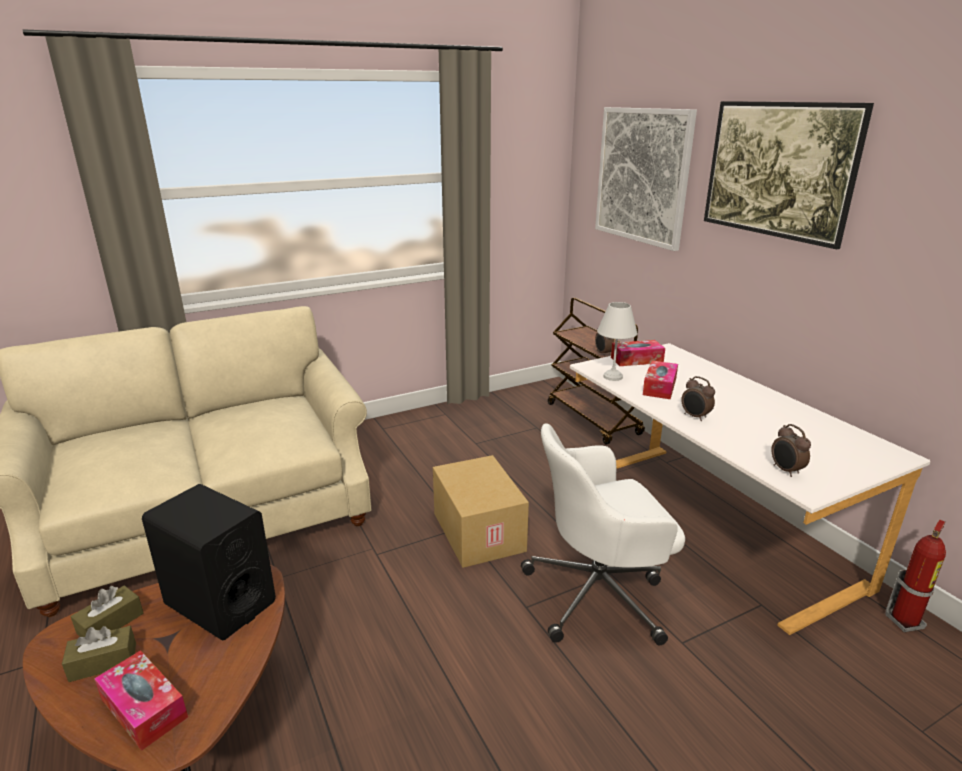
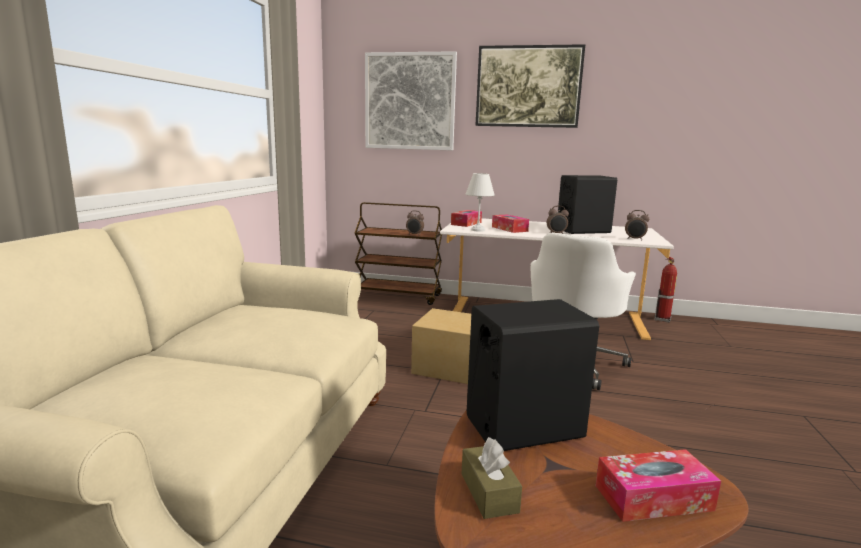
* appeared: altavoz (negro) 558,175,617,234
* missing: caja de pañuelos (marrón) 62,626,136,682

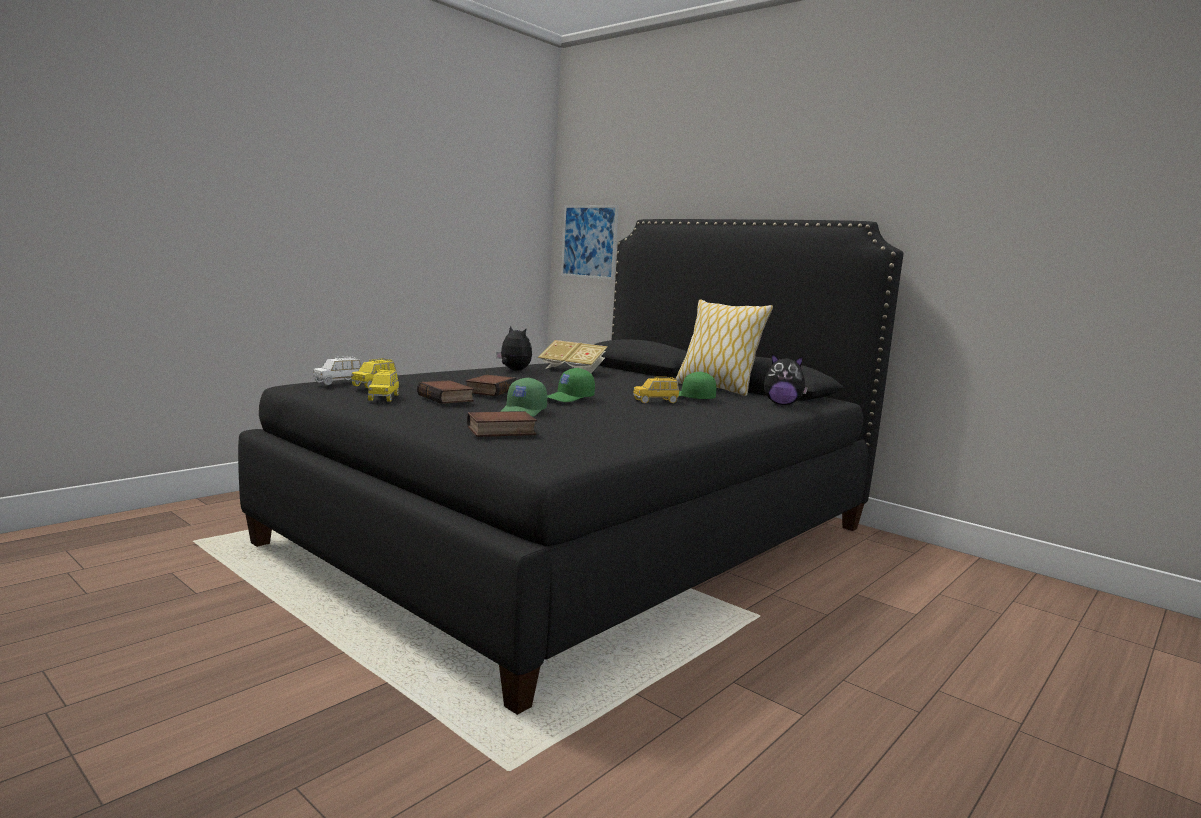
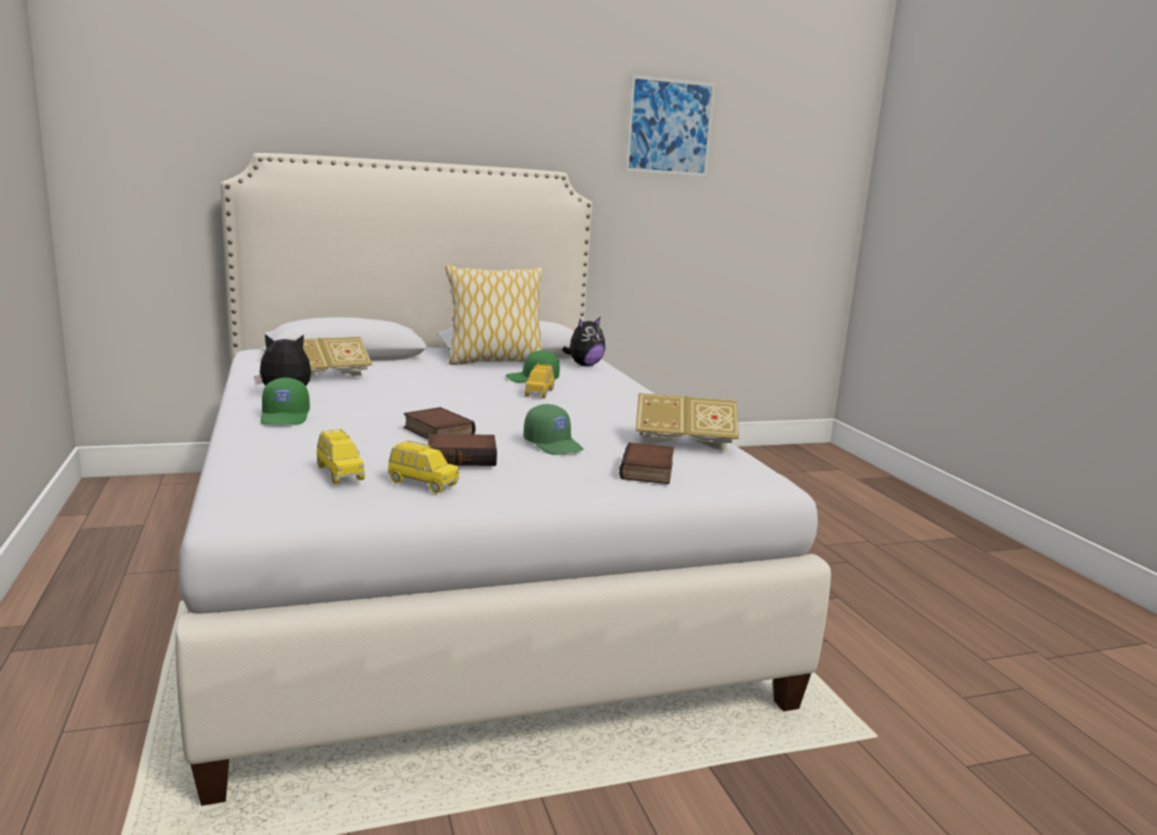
* colour: cama (negro) 238,219,903,715 to cama (blanco) 175,153,831,806
* relocated: gorra (verde) 547,368,595,402 to 261,377,310,424
* relocated: cuadro 561,205,619,280 to 625,75,715,176
* appeared: libro 636,393,739,452
* missing: coche de juguete (blanco) 313,356,361,385

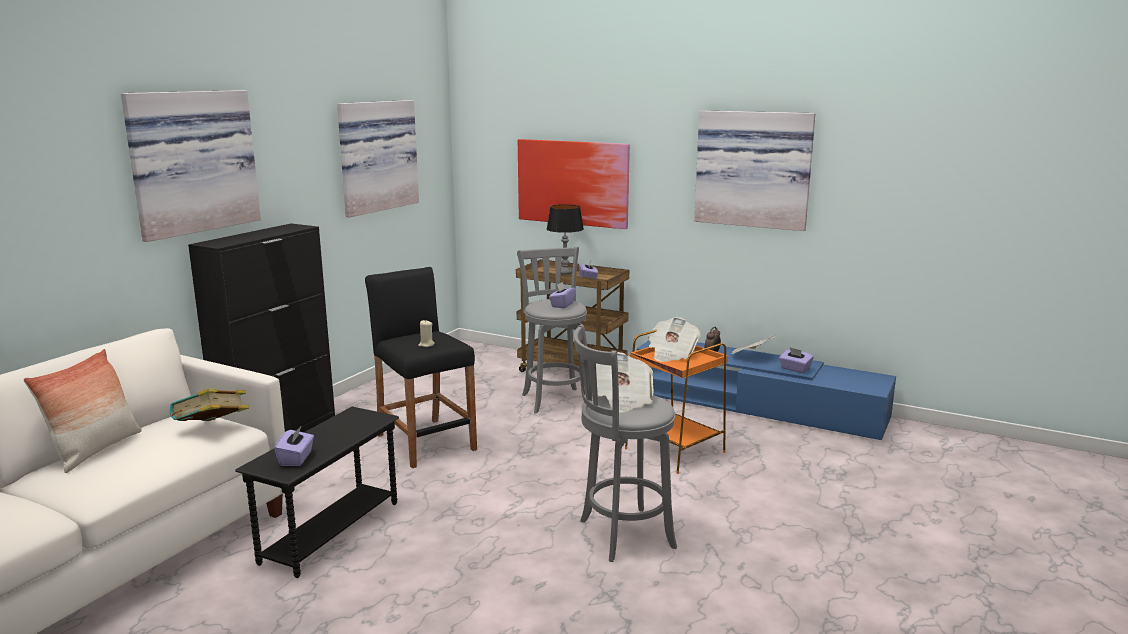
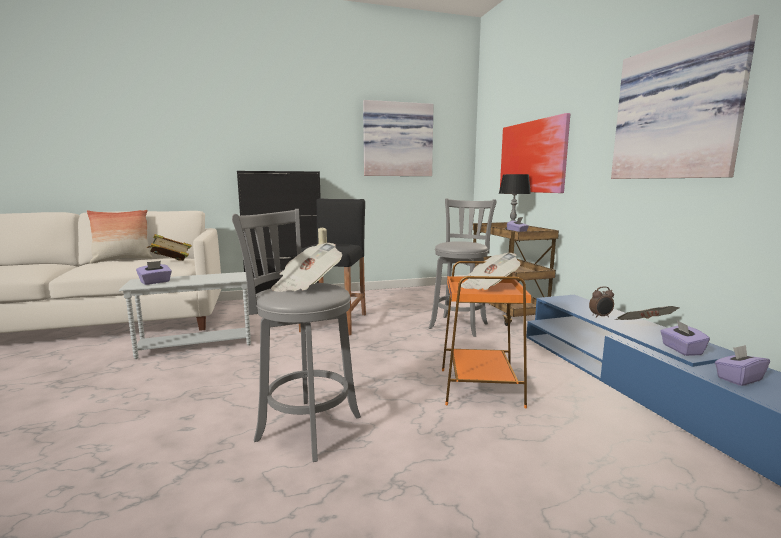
* colour: mesa auxiliar (negro) 235,406,399,578 to mesa auxiliar (blanco) 119,272,251,359
* relocated: caja de pañuelos (morado) 549,282,576,308 to 715,345,770,386
* missing: cuadro 121,90,261,242

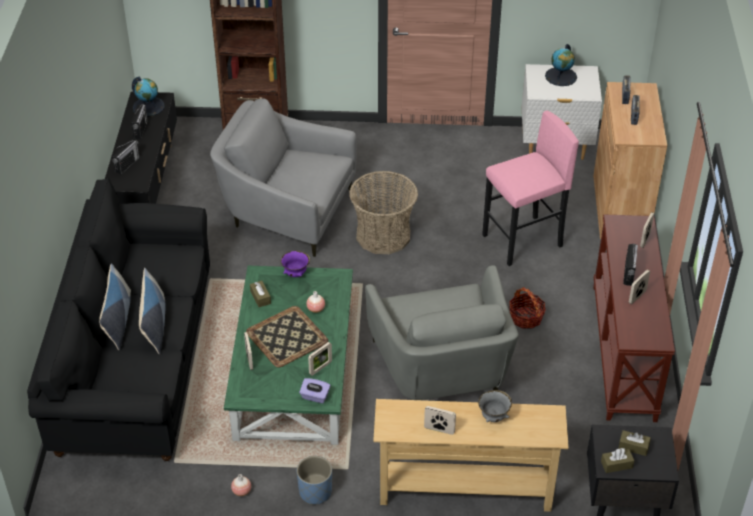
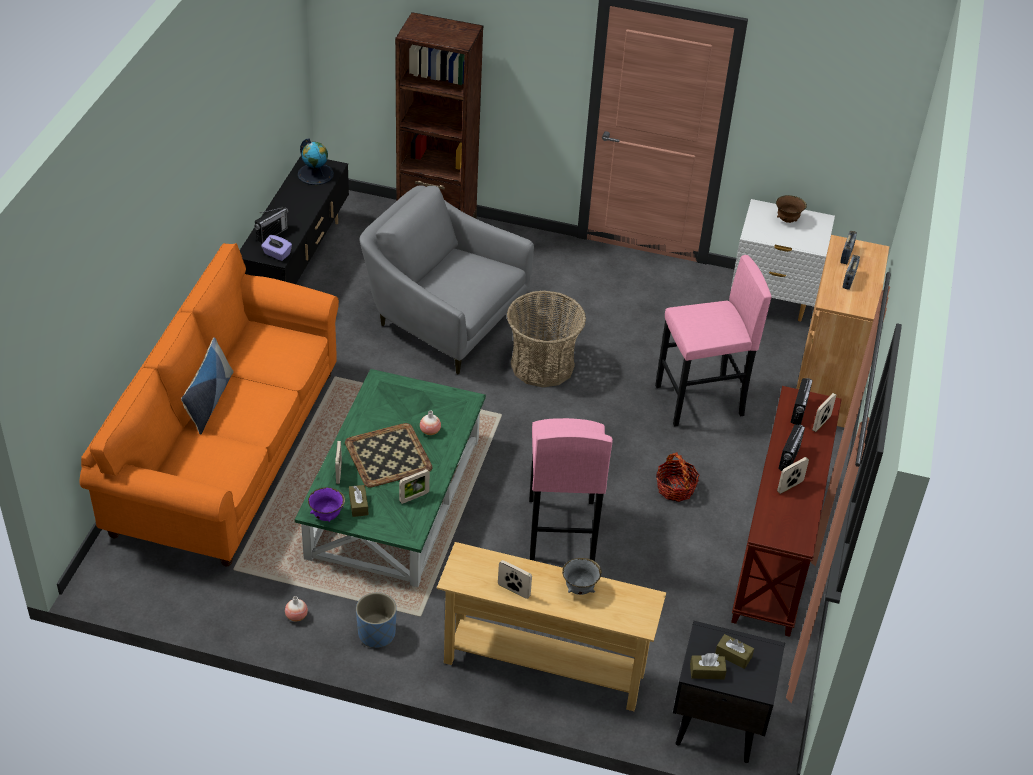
* colour: sofá (negro) 27,178,210,461 to sofá (naranja) 80,243,339,567
* relocated: caja de pañuelos (morado) 299,378,330,403 to 261,235,292,261
* relocated: cuenco (morado) 281,251,310,277 to 308,487,345,522
* relocated: caja de pañuelos (marrón) 250,281,271,307 to 349,485,368,517
* exchanged: sillón (gris) 365,265,519,400 to taburete (rosa) 529,418,613,561
* exchanged: globo terráqueo 545,44,577,86 to cuenco (marrón) 776,195,807,223
* relocated: radio 131,104,148,139 to 791,378,813,425
* missing: cojín 139,268,166,354

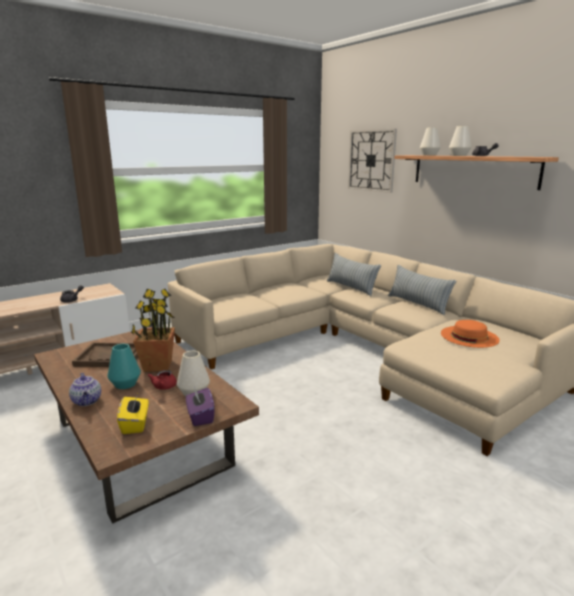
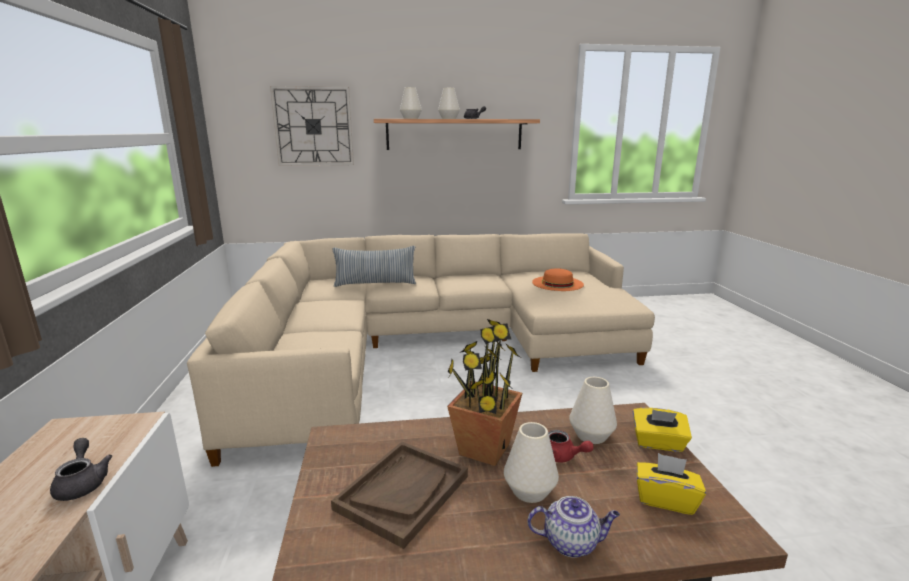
* colour: florero (turquesa) 107,344,141,389 to florero (blanco) 504,422,559,503
* colour: caja de pañuelos (morado) 186,387,215,426 to caja de pañuelos (amarillo) 633,408,692,452
* missing: cojín 388,265,457,315

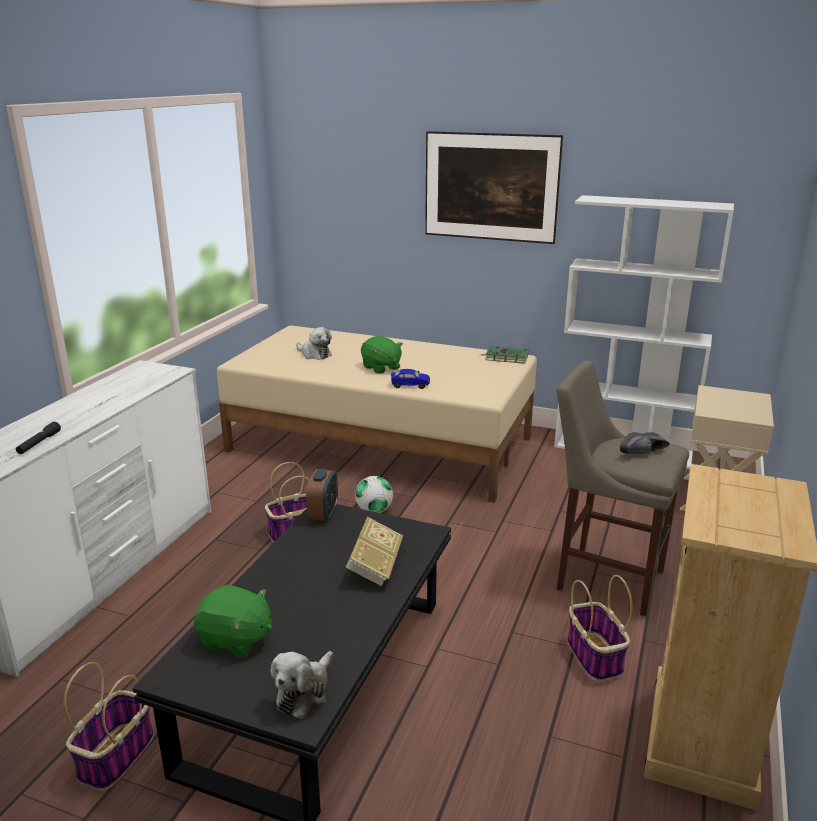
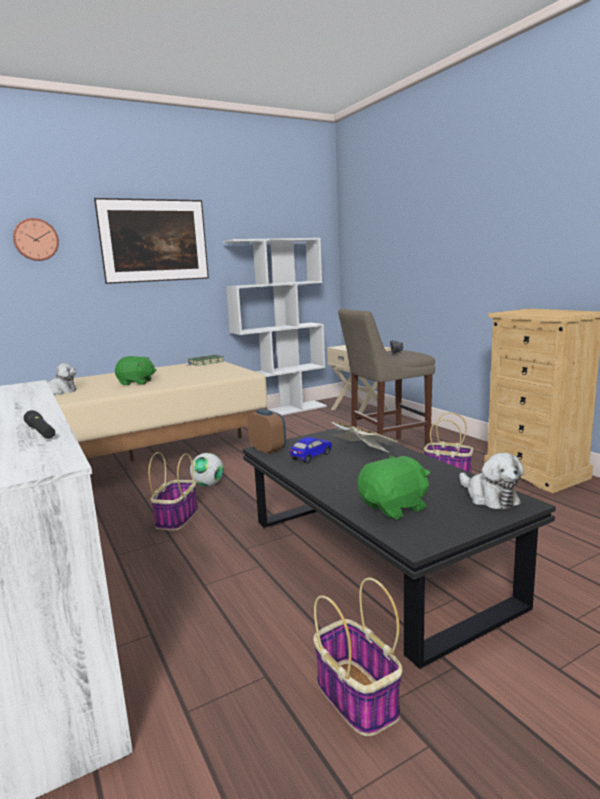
* appeared: reloj de pared 13,218,59,261
* relocated: coche de juguete 391,369,430,389 to 290,437,332,464

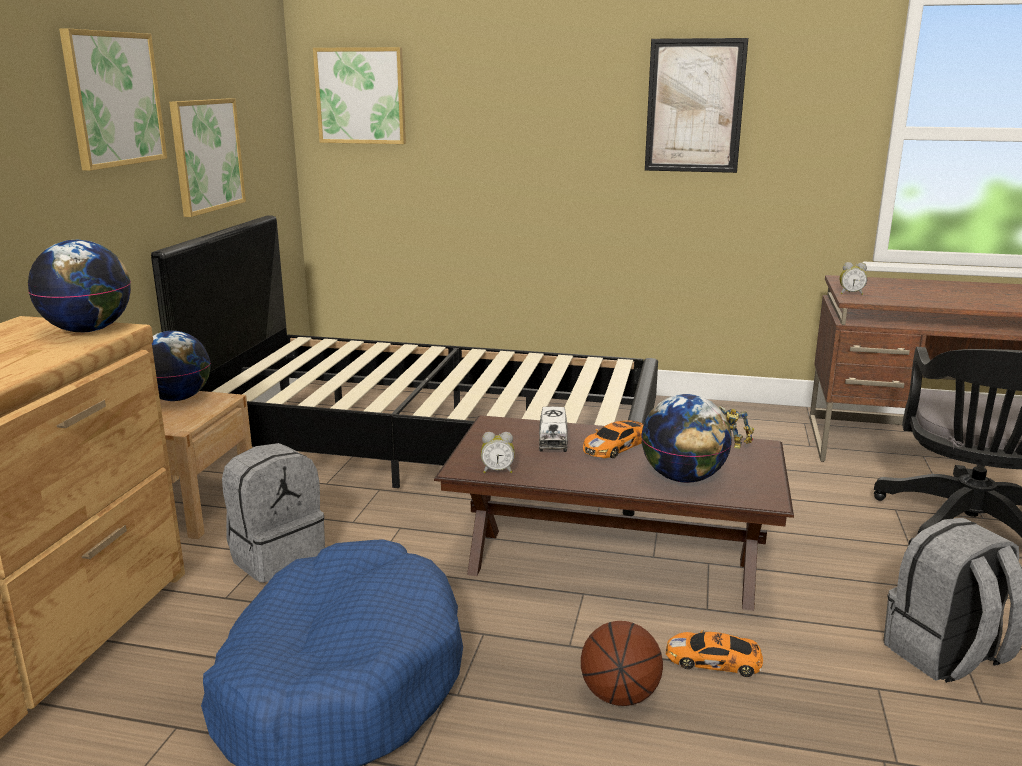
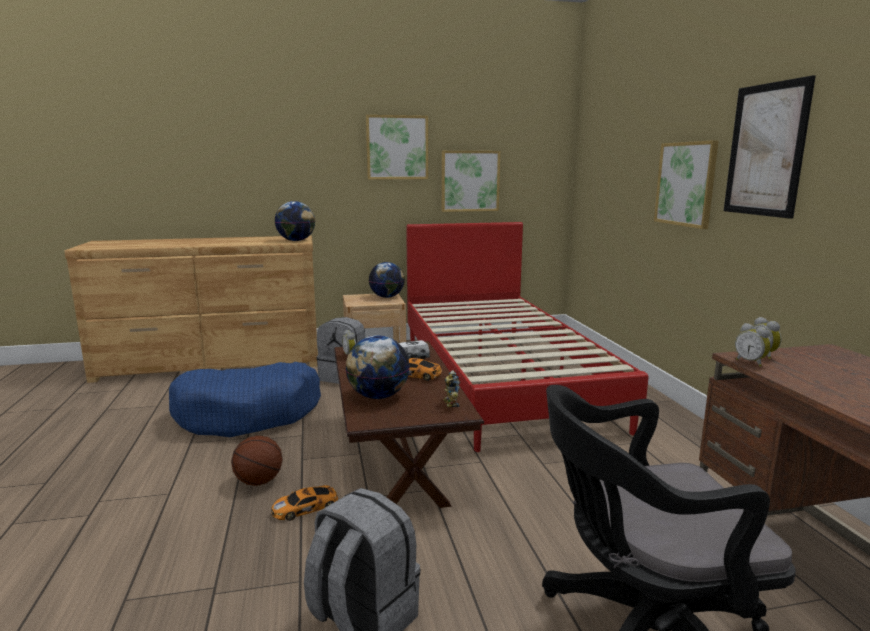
* spun: coche de juguete 666,630,763,677 = 271,485,338,521 105 degrees counterclockwise
* colour: cama (negro) 151,215,658,516 to cama (rojo) 406,222,649,452
* relocated: cuadro 313,47,406,144 to 654,140,719,229
* appeared: despertador 735,323,771,367

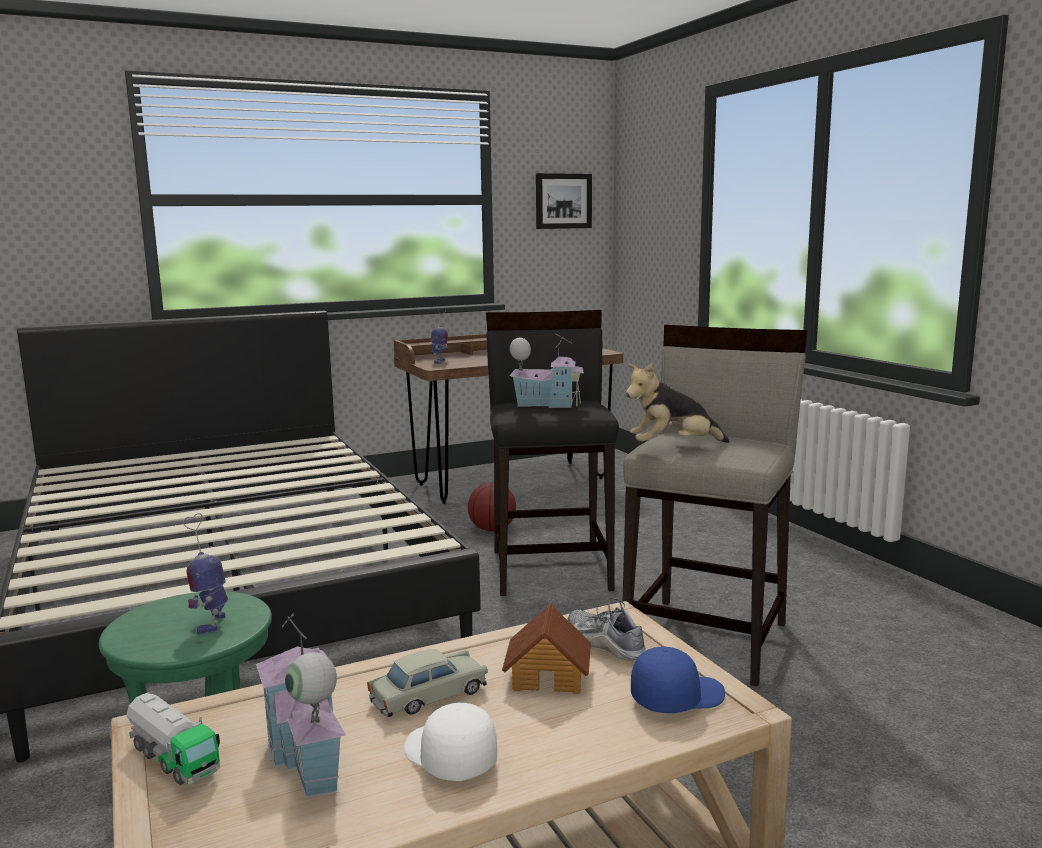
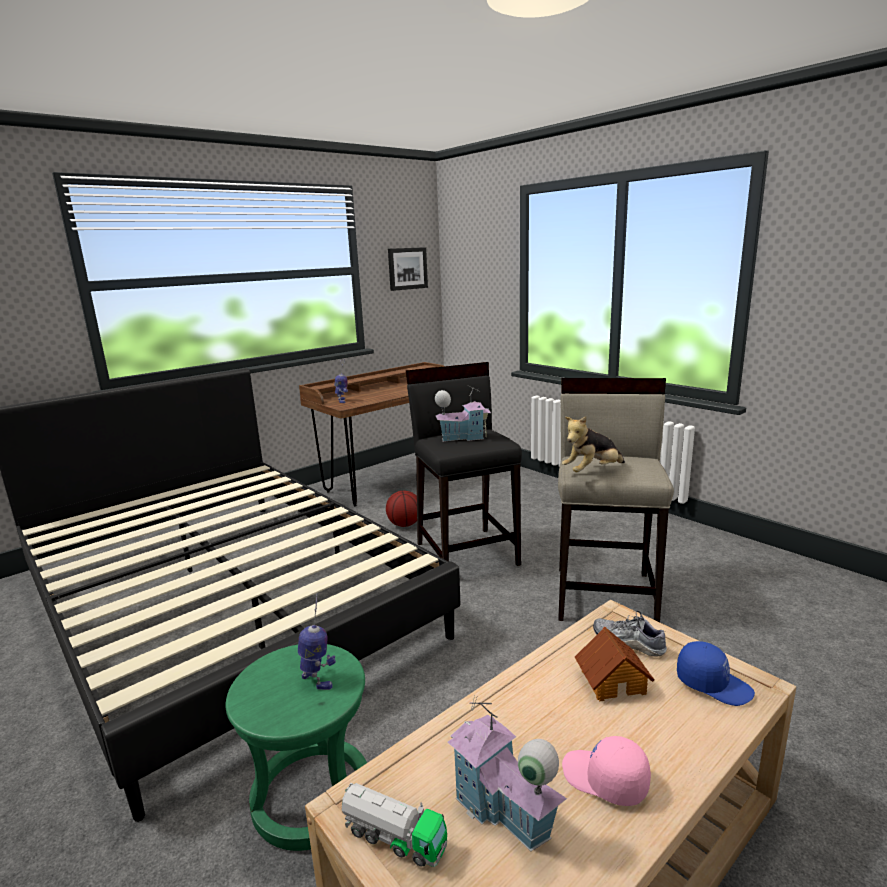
* spun: robot de juguete 183,513,228,634 = 298,594,336,690 150 degrees clockwise
* colour: gorra (blanco) 404,703,497,781 to gorra (rosa) 562,736,651,806
* spun: gorra (azul) 631,647,725,713 = 677,641,755,706 75 degrees clockwise
* missing: coche de juguete (beis) 367,649,488,717

